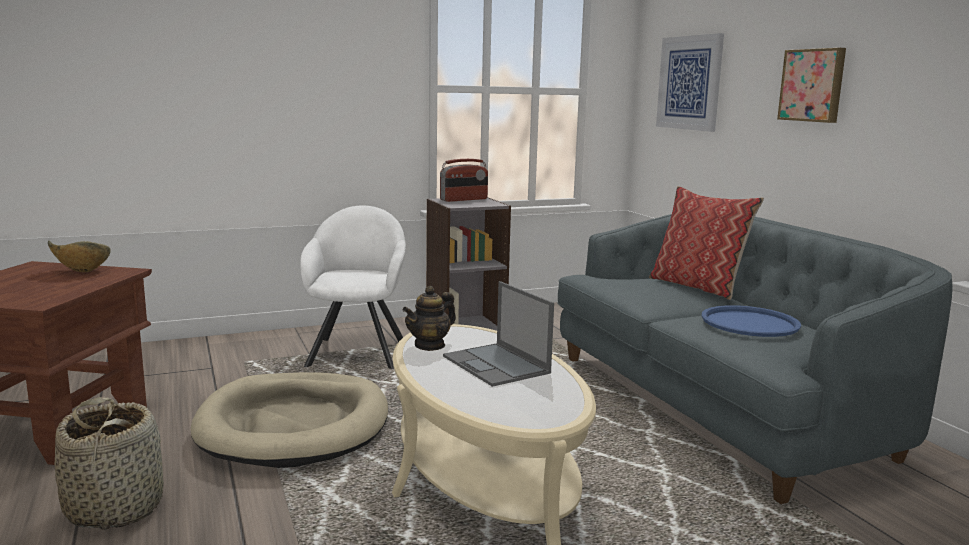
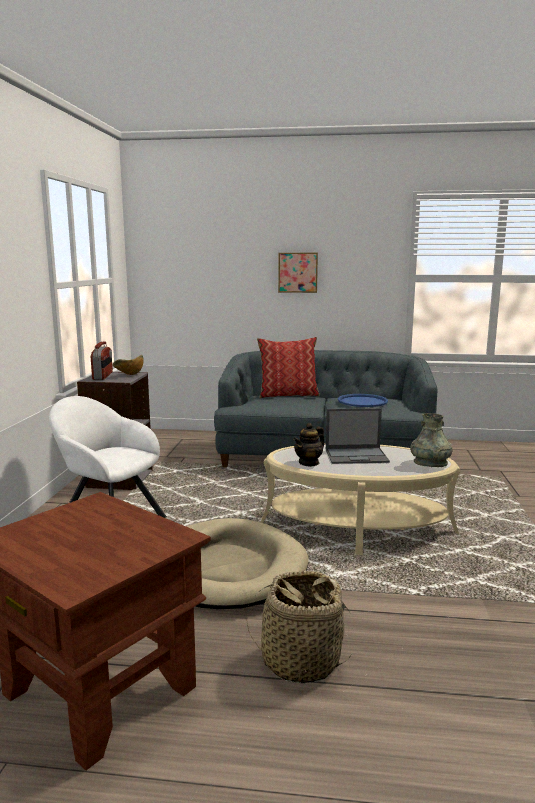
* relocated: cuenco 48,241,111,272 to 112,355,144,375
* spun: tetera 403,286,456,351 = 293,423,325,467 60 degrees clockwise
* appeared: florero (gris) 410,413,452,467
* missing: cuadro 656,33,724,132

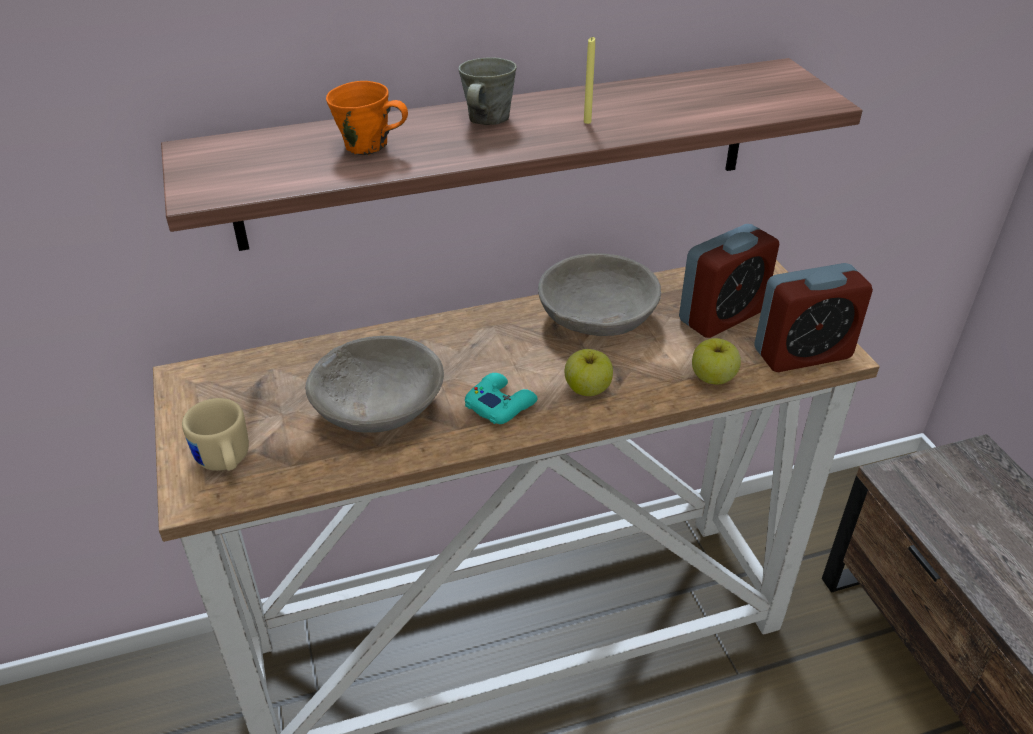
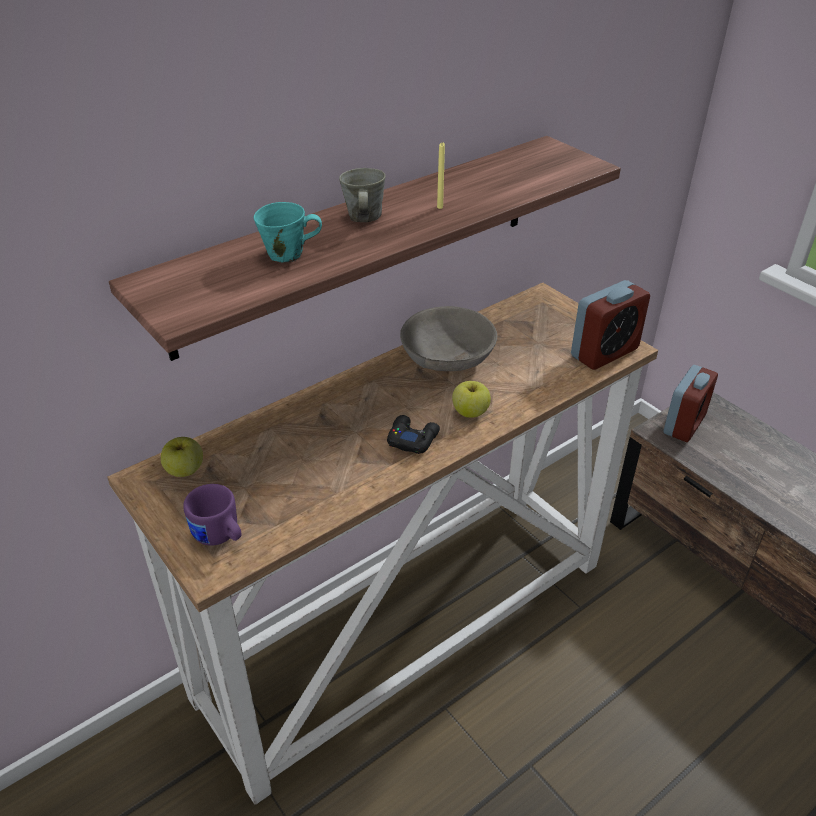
* relocated: manzana 692,338,741,384 to 161,437,203,477
* colour: taza grande (beis) 182,398,249,471 to taza grande (morado) 183,484,241,545
* colour: taza grande (naranja) 326,81,408,155 to taza grande (turquesa) 254,202,322,263
* colour: mando de consola (turquesa) 465,373,538,424 to mando de consola (negro) 387,415,440,454
* relocated: despertador 679,224,779,338 to 663,365,718,442
* missing: cuenco (gris) 305,336,444,433

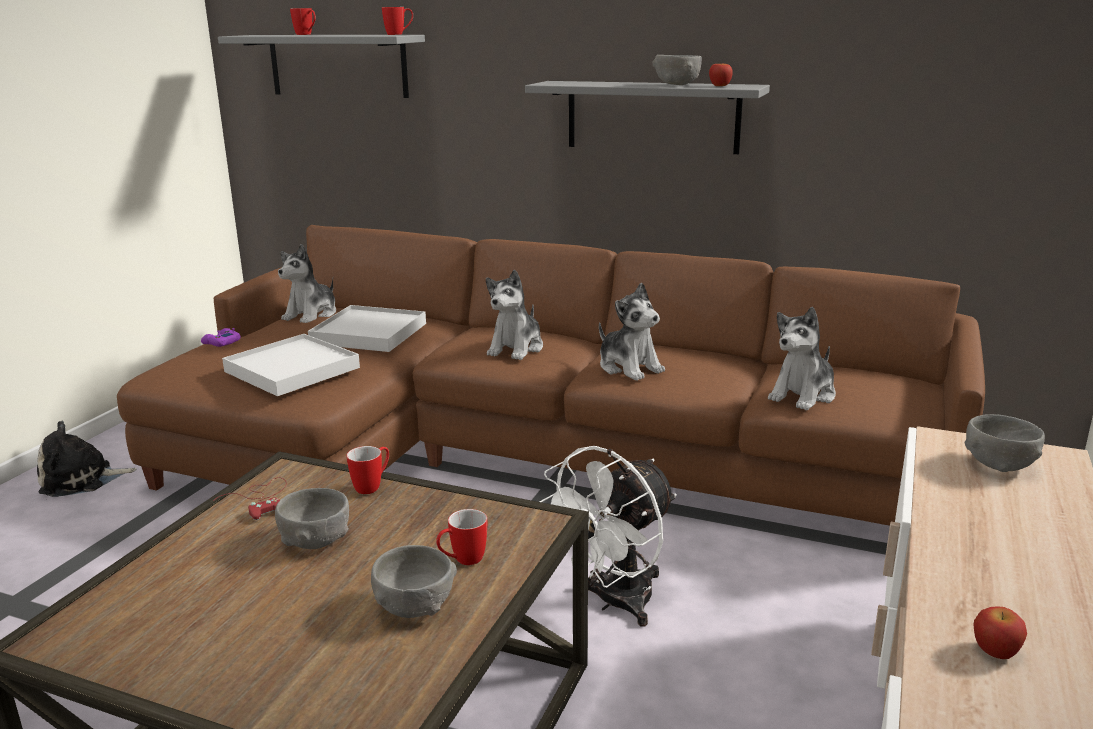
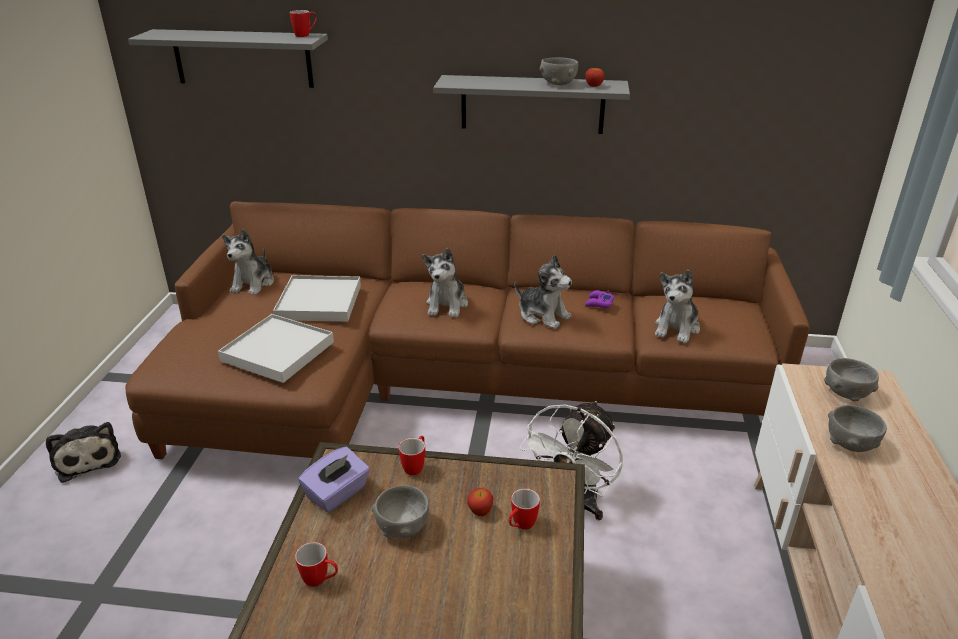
* spun: peluche 37,421,136,497 = 46,422,121,483 90 degrees counterclockwise
* relocated: taza grande 290,8,316,35 to 295,542,338,587
* exchanged: mando de consola (rojo) 213,477,287,520 to caja de pañuelos (morado) 298,447,370,513
* relocated: manzana 973,606,1027,659 to 467,488,493,516
* relocated: mando de consola (morado) 201,328,241,347 to 585,290,614,308
* relocated: cuenco (gris) 371,545,457,618 to 828,405,887,452

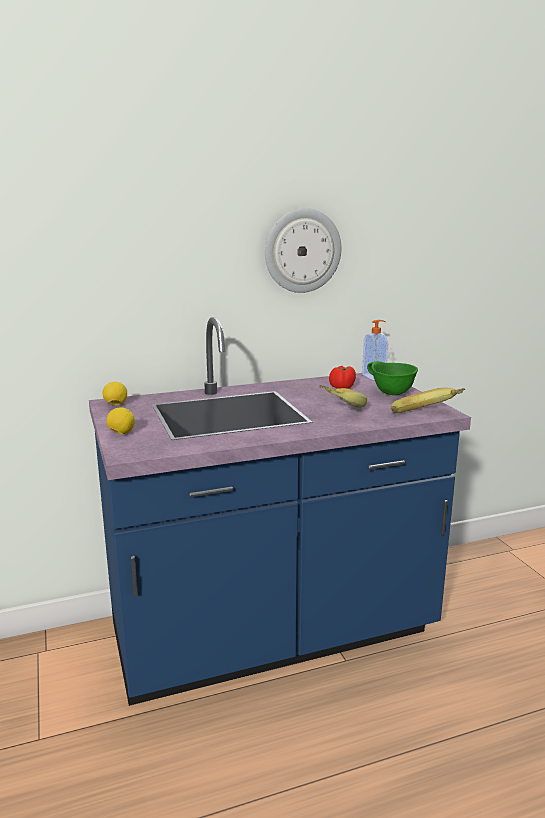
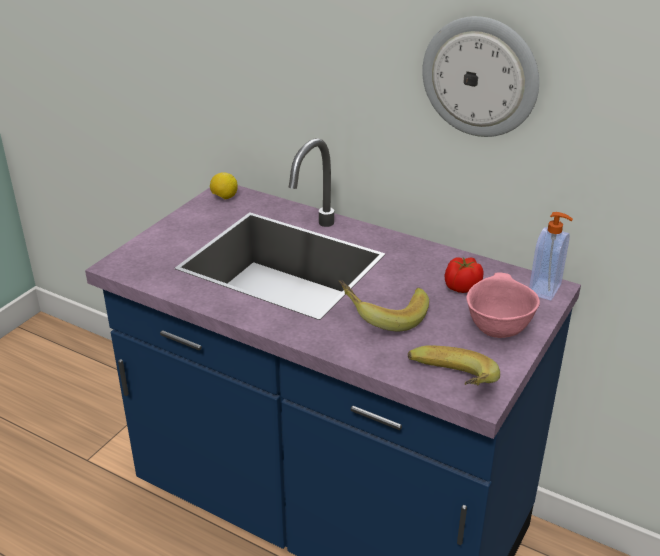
* colour: cuenco (verde) 367,361,418,395 to cuenco (rosa) 466,272,540,338
* missing: limón 106,408,135,434

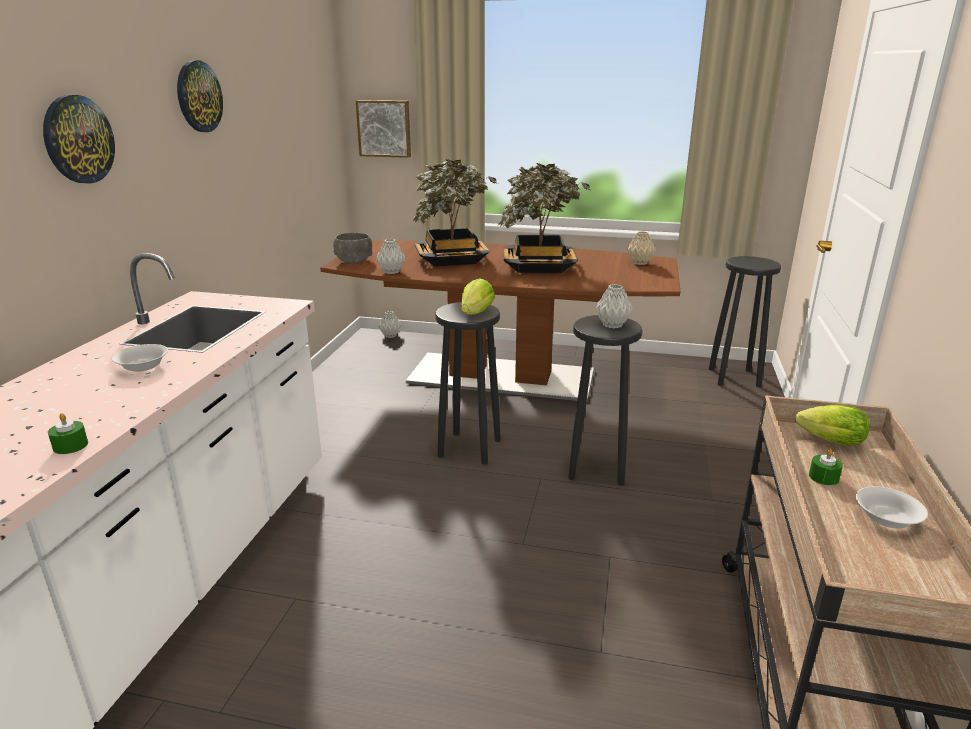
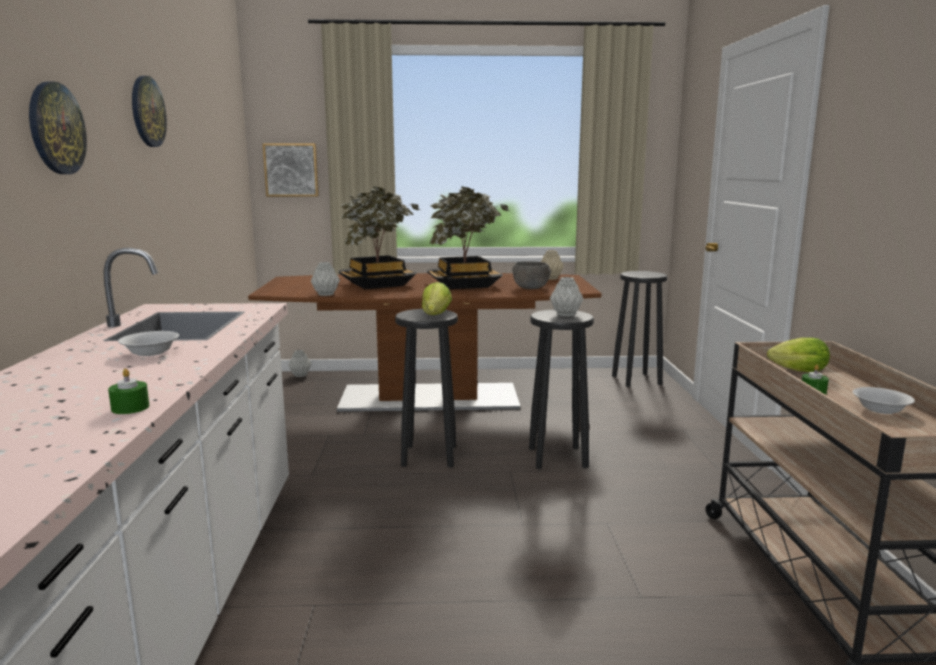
* relocated: cuenco (gris) 333,233,373,263 to 512,261,551,289

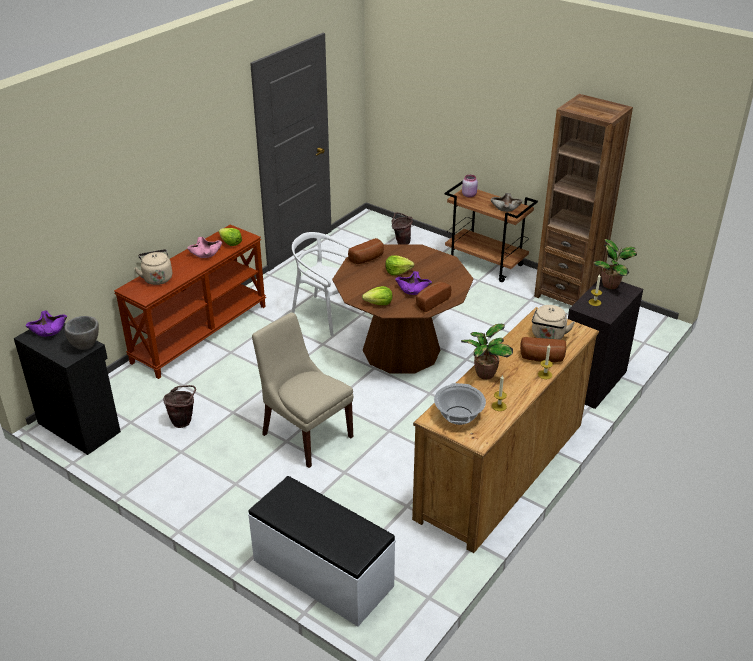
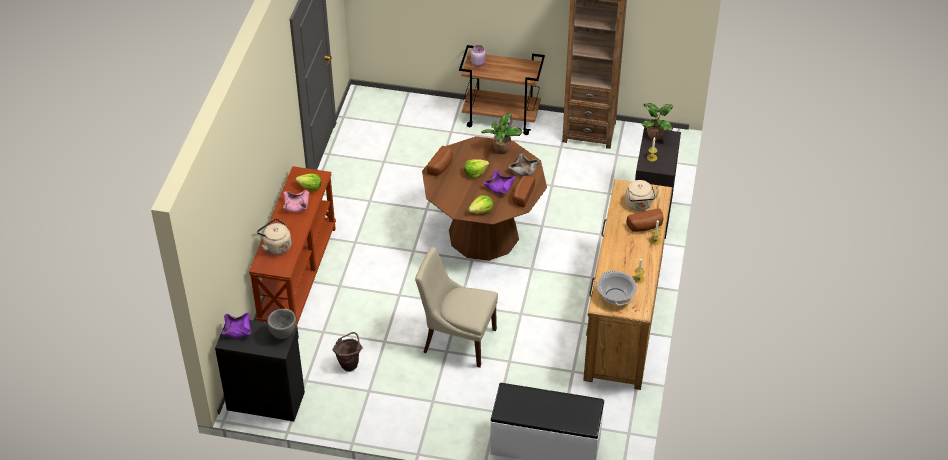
* relocated: planta en maceta 461,324,513,379 to 481,113,522,154
* relocated: cuenco (beis) 490,193,523,212 to 508,153,540,177
* missing: silla (blanco) 292,232,353,336
* missing: cubo (marrón) 392,212,413,244

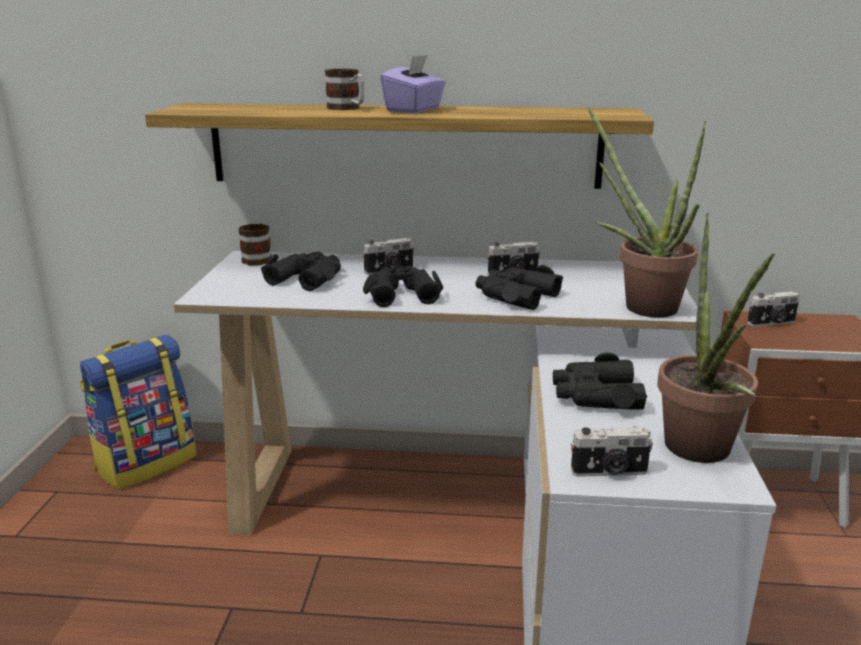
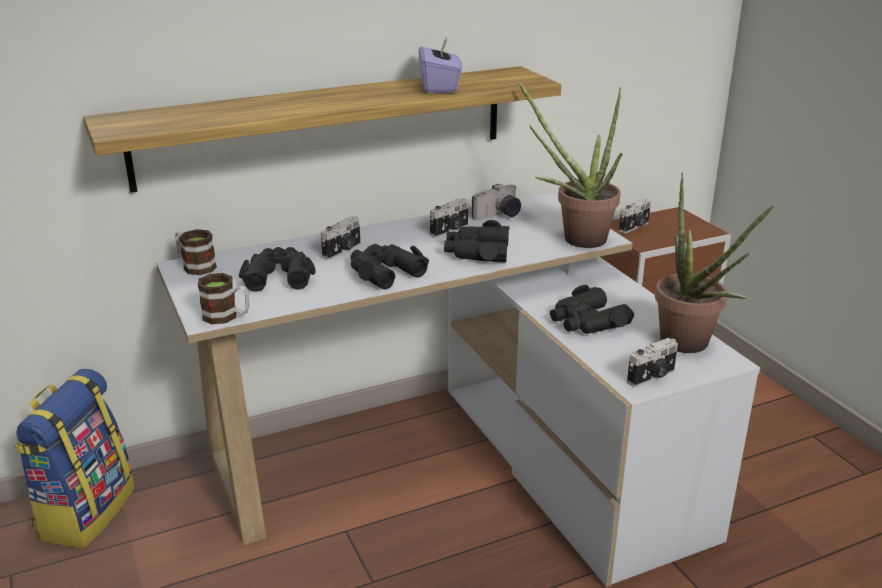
* relocated: taza grande 325,69,365,110 to 198,273,249,324
* relocated: caja de pañuelos (morado) 380,55,446,113 to 418,35,462,93
* appeared: cámara 472,184,521,220

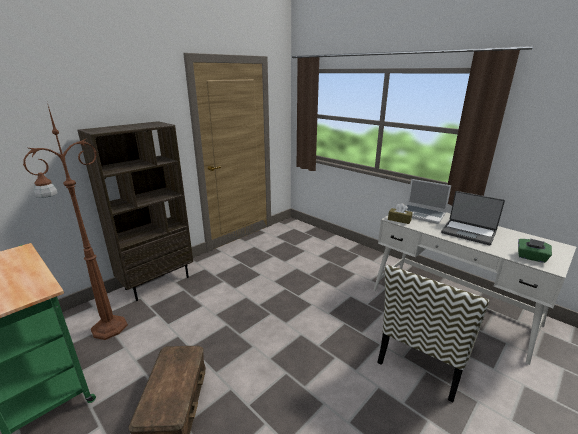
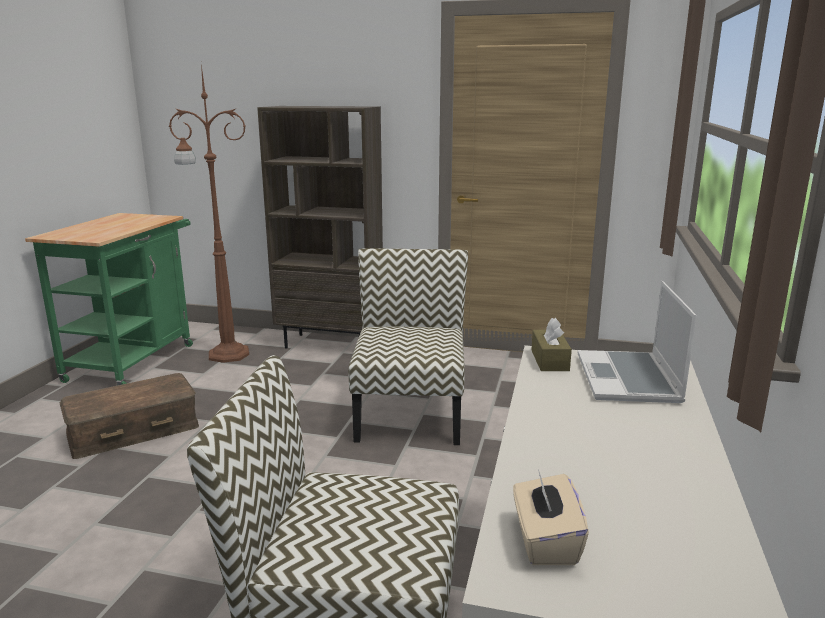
* appeared: silla 348,248,468,445
* colour: caja de pañuelos (verde) 518,239,552,263 to caja de pañuelos (beis) 513,469,589,565
* missing: portátil 441,191,505,245

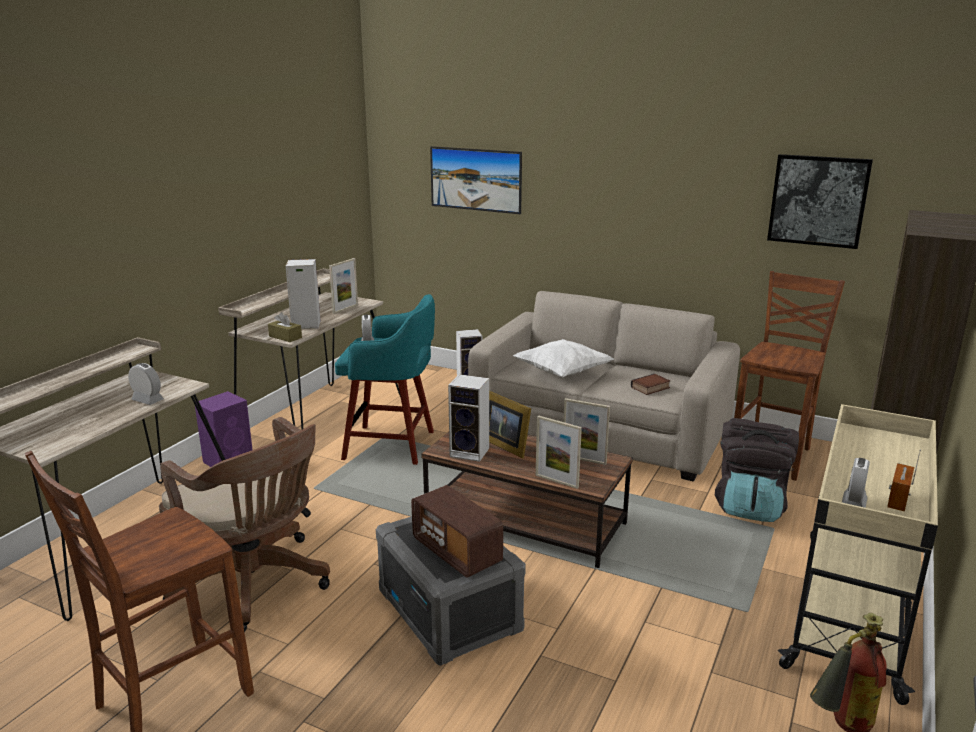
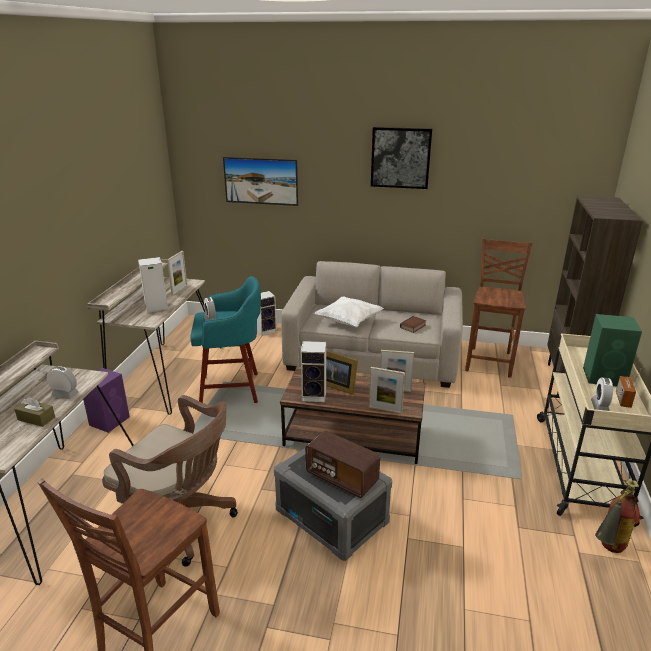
* relocated: caja de pañuelos (marrón) 268,312,302,342 to 14,396,55,427
* relocated: cuadro 767,154,873,249 to 371,127,432,189
* appeared: altavoz (verde) 583,314,642,386
* missing: mochila (negro) 715,418,799,522

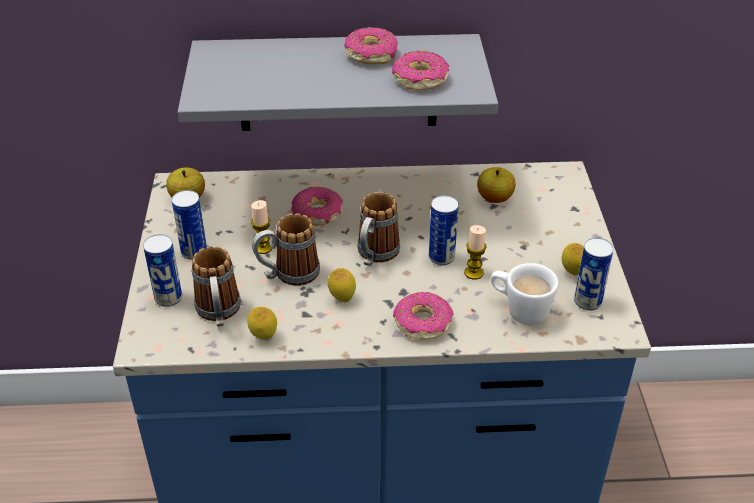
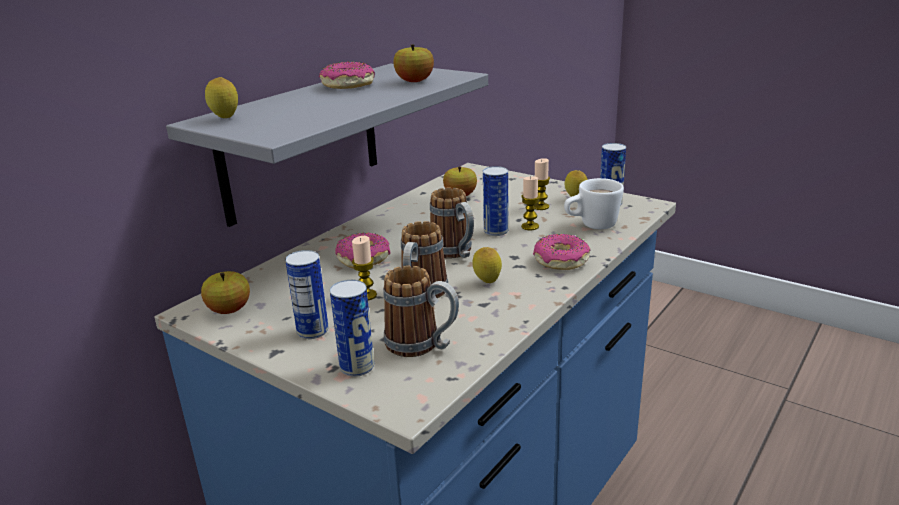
* relocated: limón 247,307,277,339 to 205,77,238,118
* exchanged: rosquilla 392,51,449,90 to manzana 393,44,434,82
* appeared: vela 534,158,550,210

